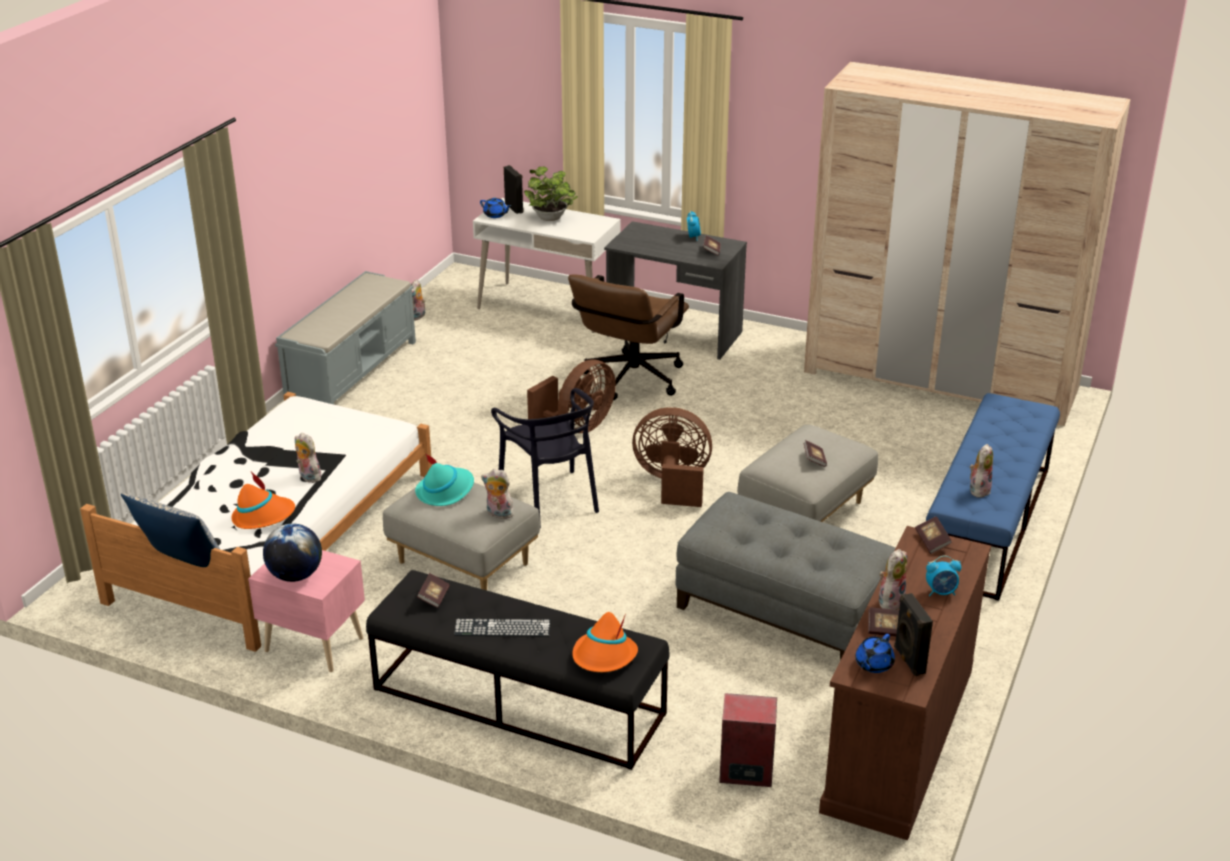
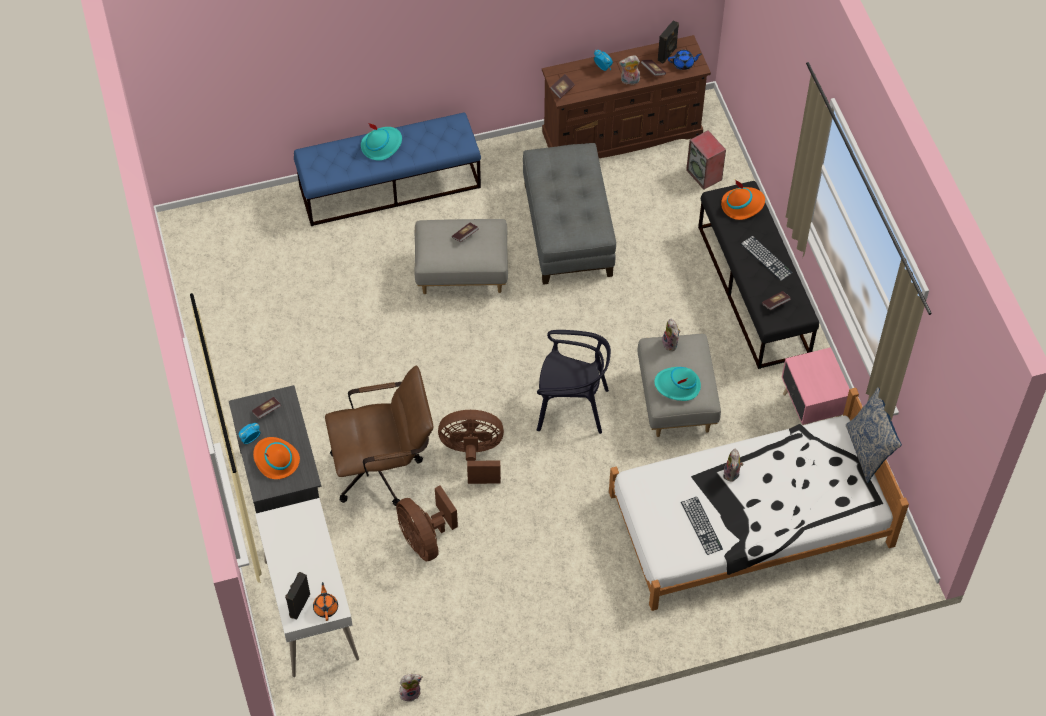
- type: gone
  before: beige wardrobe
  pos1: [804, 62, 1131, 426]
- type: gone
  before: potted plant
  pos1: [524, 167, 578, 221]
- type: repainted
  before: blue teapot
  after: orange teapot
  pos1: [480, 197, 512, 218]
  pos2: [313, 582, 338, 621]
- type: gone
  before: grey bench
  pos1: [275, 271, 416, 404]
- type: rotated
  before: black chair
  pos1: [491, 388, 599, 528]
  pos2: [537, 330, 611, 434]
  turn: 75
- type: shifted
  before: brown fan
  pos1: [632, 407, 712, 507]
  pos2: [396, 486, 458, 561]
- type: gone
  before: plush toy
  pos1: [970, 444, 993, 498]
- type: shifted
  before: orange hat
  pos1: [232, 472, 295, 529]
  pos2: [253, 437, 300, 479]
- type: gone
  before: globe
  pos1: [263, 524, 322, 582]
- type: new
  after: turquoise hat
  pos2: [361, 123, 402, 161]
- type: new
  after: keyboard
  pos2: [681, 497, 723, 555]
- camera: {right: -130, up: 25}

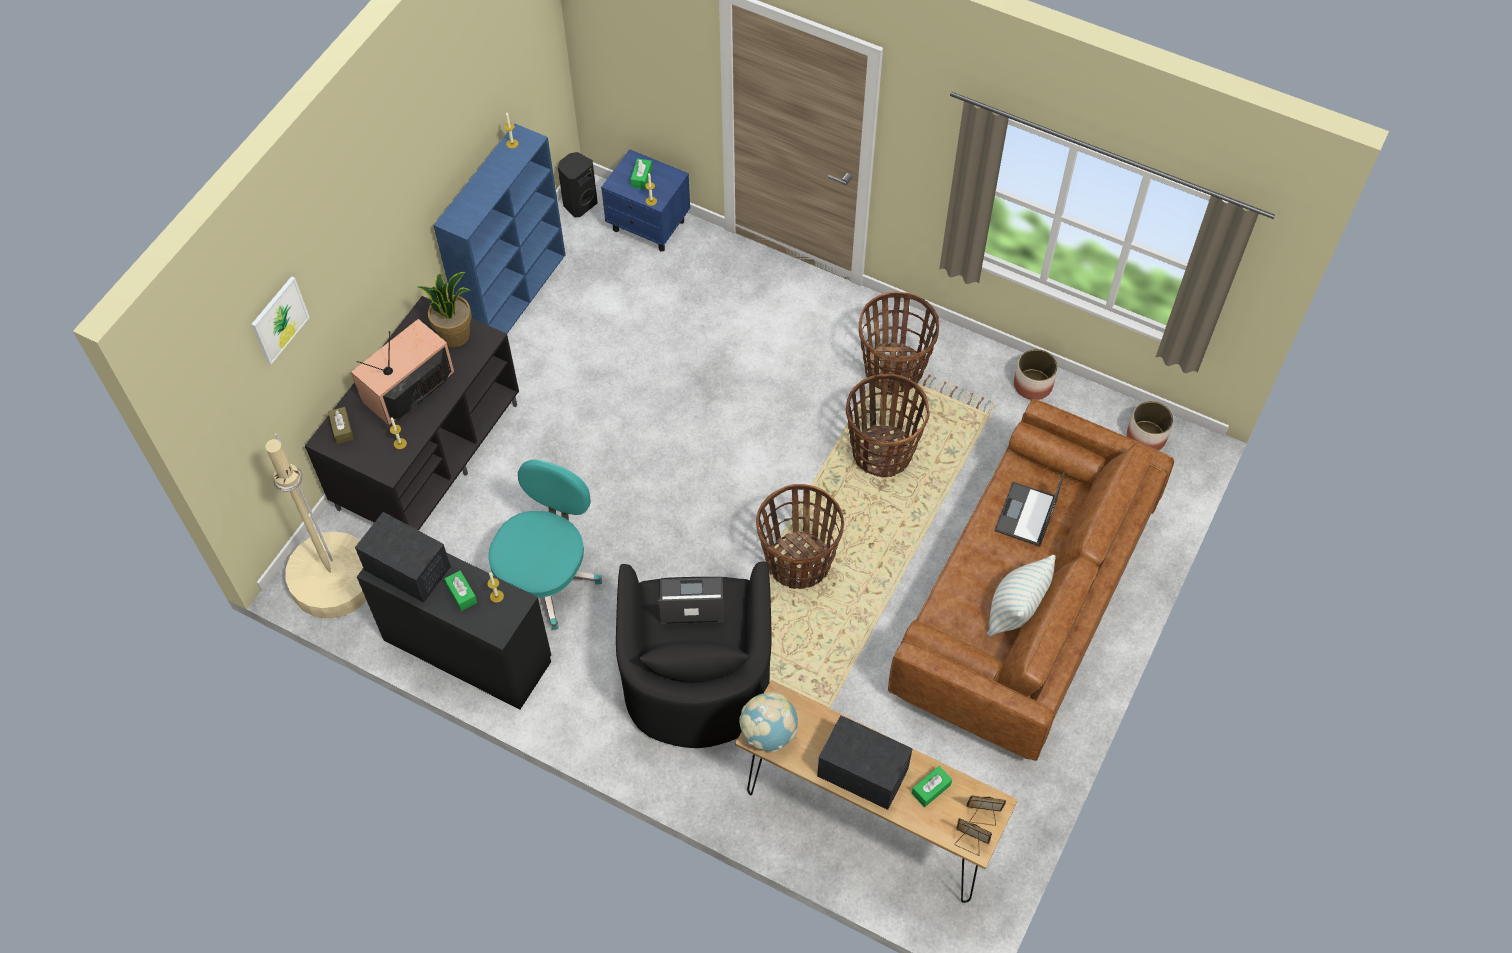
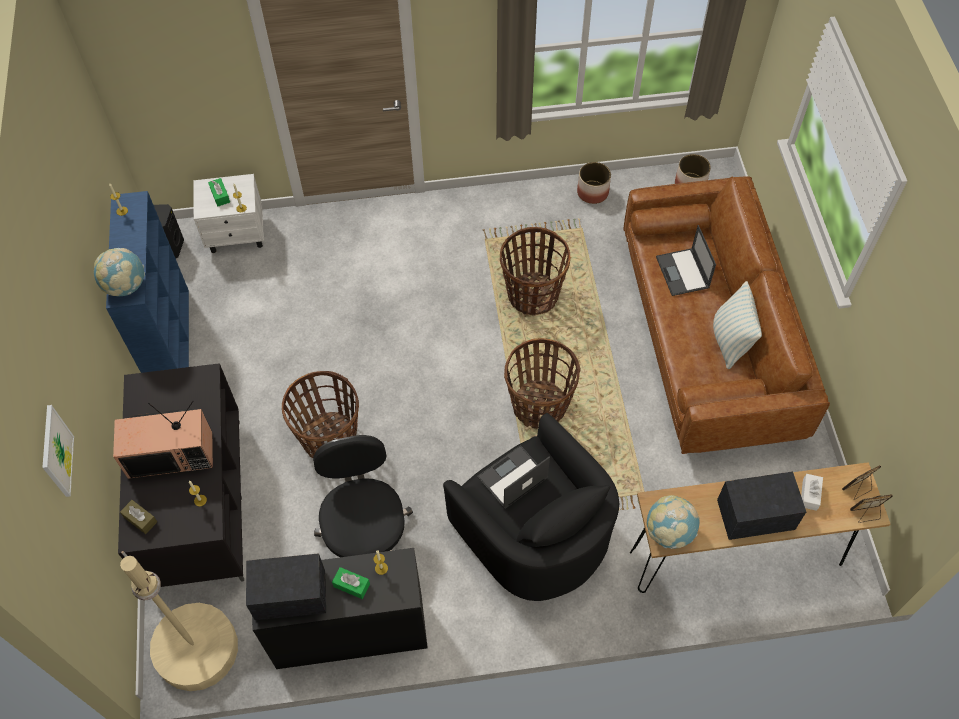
- type: repainted
  before: blue nightstand
  after: white nightstand
  pos1: [601, 149, 690, 251]
  pos2: [193, 174, 264, 253]
- type: gone
  before: potted plant
  pos1: [417, 272, 472, 348]
- type: shifted
  before: basket
  pos1: [859, 292, 939, 393]
  pos2: [282, 371, 359, 458]
- type: rotated
  before: television
  pos1: [351, 319, 454, 425]
  pos2: [113, 400, 213, 479]
  turn: -105
- type: repainted
  before: turquoise office chair
  after: black office chair
  pos1: [489, 459, 602, 630]
  pos2: [313, 435, 413, 557]
- type: repainted
  before: green tissue box
  after: white tissue box
  pos1: [912, 766, 952, 807]
  pos2: [801, 474, 823, 511]
- type: new
  after: globe
  pos2: [94, 248, 145, 296]
- camera: {right: -35, up: 0}

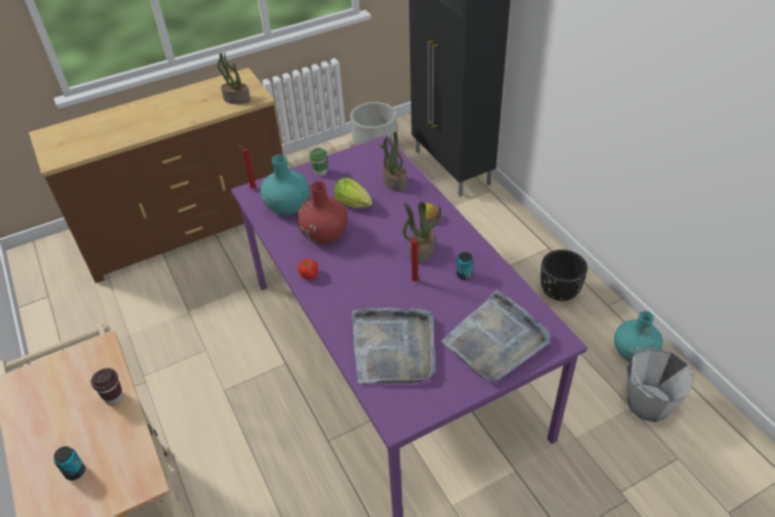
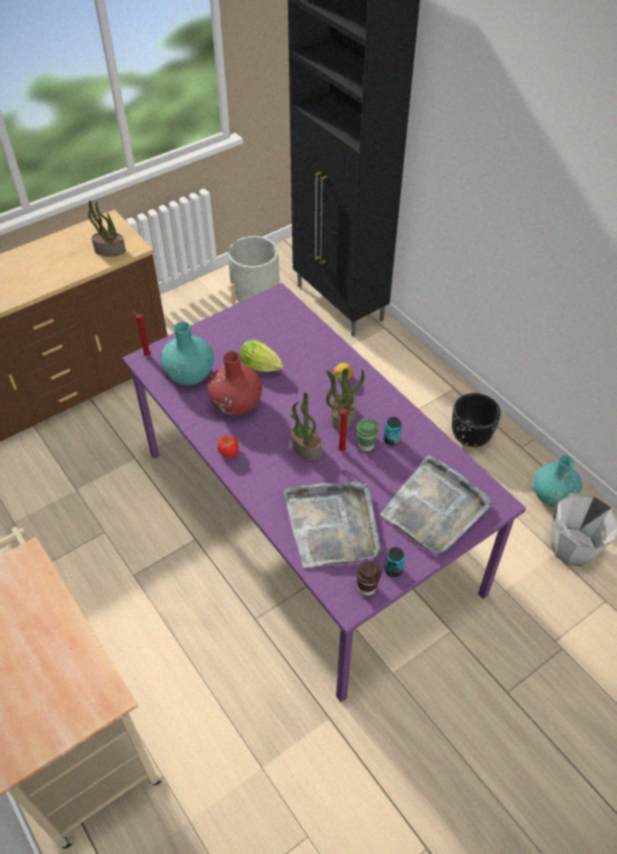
- type: shifted
  before: potted plant
  pos1: [379, 132, 407, 192]
  pos2: [291, 392, 321, 461]
- type: shifted
  before: green cup
  pos1: [309, 148, 327, 176]
  pos2: [357, 419, 379, 451]
- type: shifted
  before: brown cup
  pos1: [91, 368, 124, 405]
  pos2: [356, 560, 381, 596]
- type: shifted
  before: can
  pos1: [54, 446, 85, 480]
  pos2: [384, 547, 405, 577]
- camera: {right: -10, up: 5}

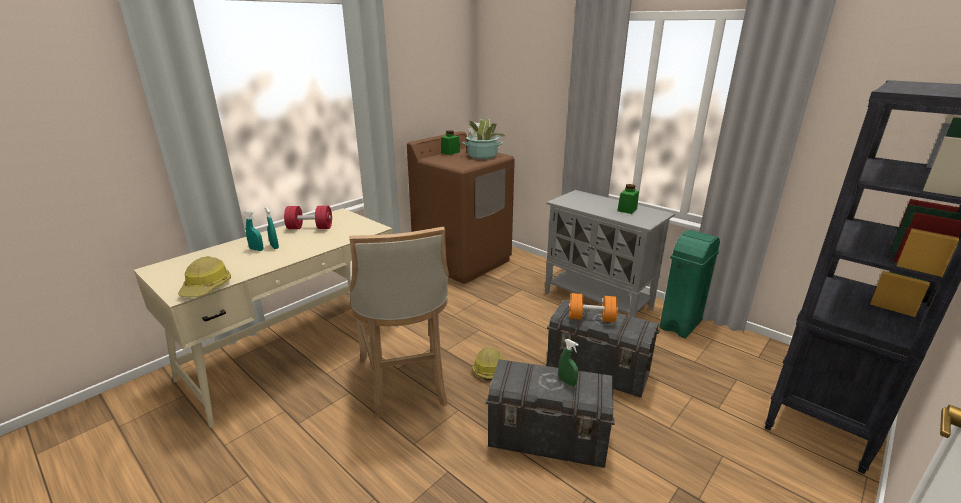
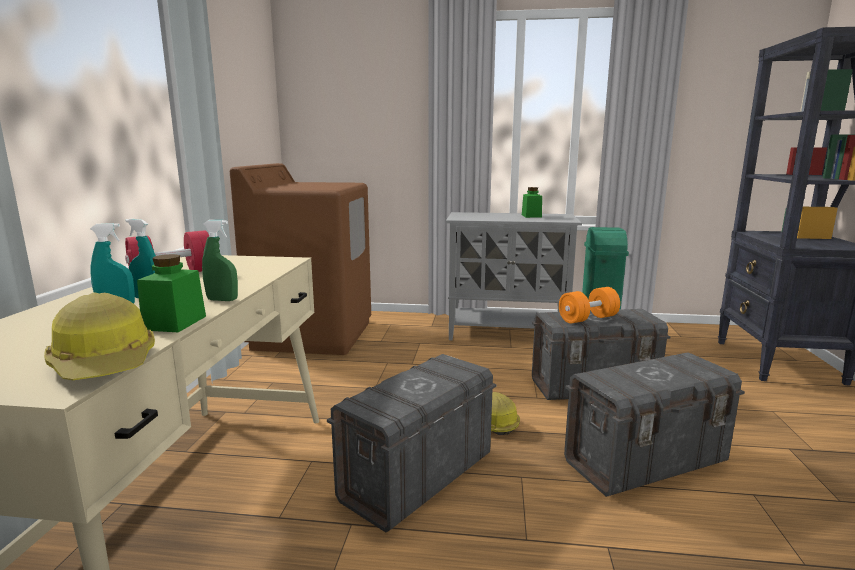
- type: gone
  before: potted plant
  pos1: [462, 119, 506, 159]
- type: shifted
  before: green jar
  pos1: [441, 130, 460, 155]
  pos2: [137, 254, 206, 332]
- type: swapped
  before: beige stool
  after: grey storage box
  pos1: [349, 227, 449, 419]
  pos2: [327, 354, 496, 532]
- type: shifted
  before: green spray bottle
  pos1: [558, 339, 579, 386]
  pos2: [202, 220, 238, 301]
- camera: {right: -35, up: -10}

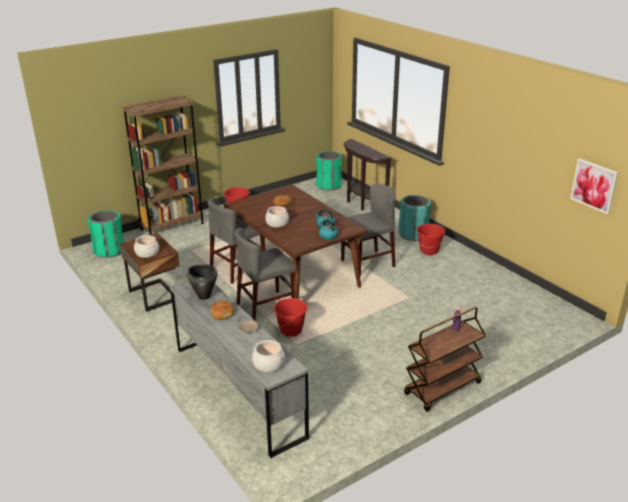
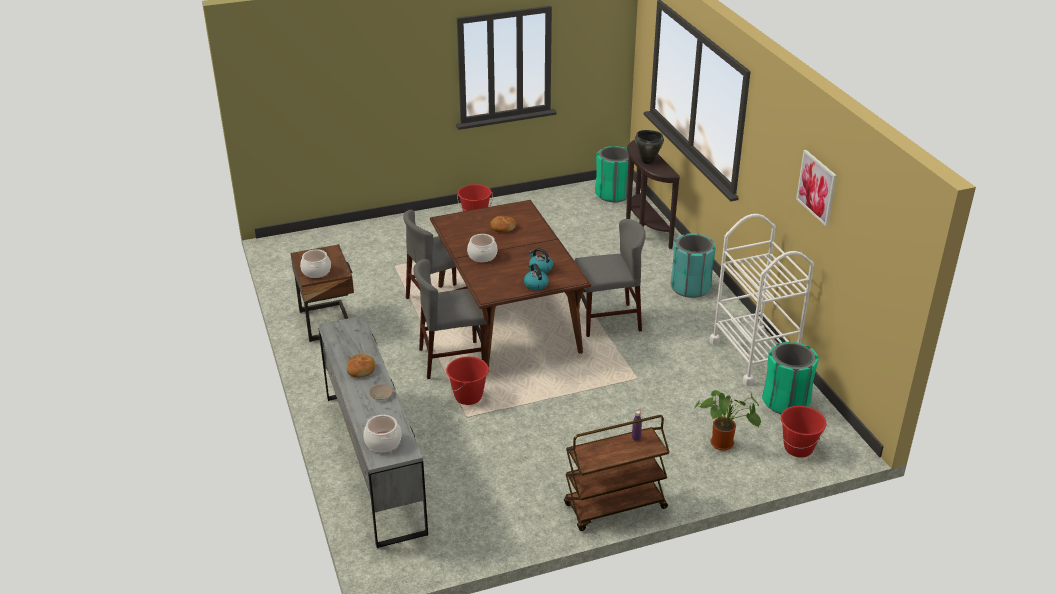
- type: gone
  before: brown bookcase
  pos1: [122, 95, 204, 235]
- type: shifted
  before: picture
  pos1: [570, 158, 618, 214]
  pos2: [796, 150, 837, 226]
- type: shifted
  before: green trash can
  pos1: [87, 210, 124, 258]
  pos2: [762, 342, 819, 414]
- type: shifted
  before: red bucket
  pos1: [416, 224, 445, 255]
  pos2: [779, 406, 827, 457]
- type: shifted
  before: black cooking pot
  pos1: [187, 264, 218, 300]
  pos2: [635, 130, 664, 164]
- type: new
  after: white cart
  pos2: [710, 214, 814, 386]
- type: new
  after: potted plant
  pos2: [694, 390, 761, 451]
- camera: {right: 15, up: 5}

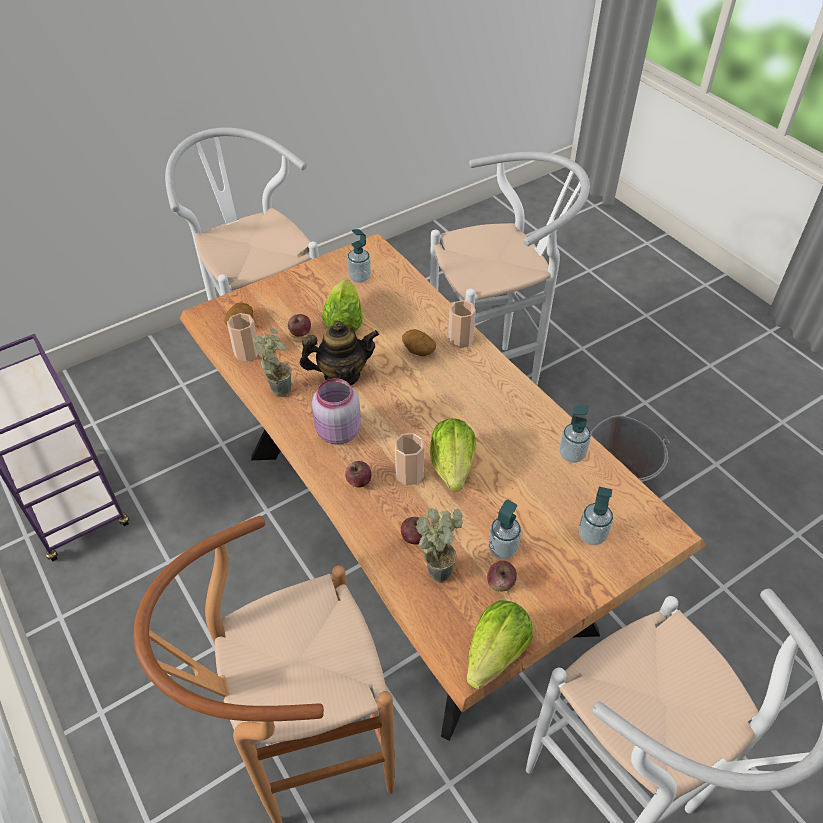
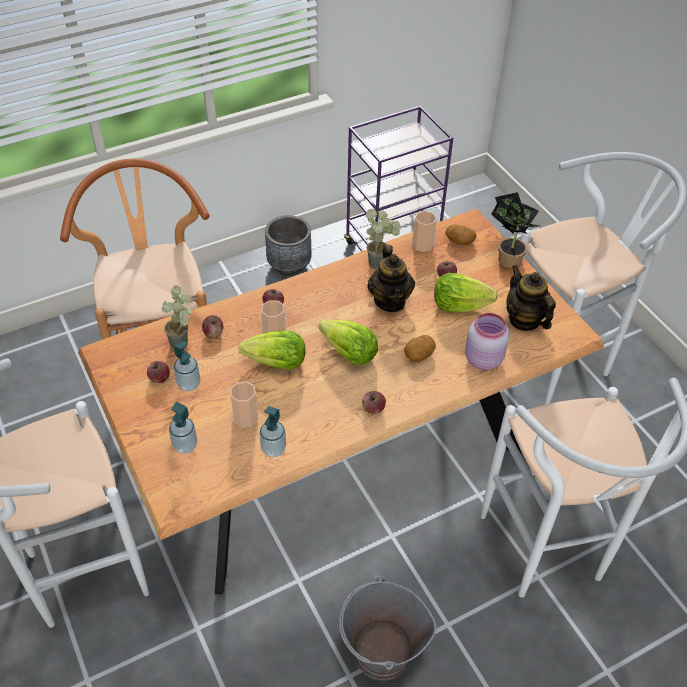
- type: swapped
  before: soap dispenser
  after: teapot
  pos1: [347, 229, 371, 283]
  pos2: [506, 265, 556, 331]
- type: shifted
  before: cup
  pos1: [448, 300, 476, 348]
  pos2: [230, 382, 258, 428]
- type: shifted
  before: pink jar
  pos1: [312, 378, 361, 445]
  pos2: [465, 313, 510, 370]
- type: shifted
  before: lettuce
  pos1: [466, 600, 533, 689]
  pos2: [319, 320, 378, 365]
- type: new
  after: potted plant
  pos2: [491, 192, 540, 268]
- type: new
  after: grey planter
  pos2: [265, 215, 311, 276]
- type: new
  after: apple
  pos2: [362, 391, 386, 414]
- camera: {right: 95, up: 0}

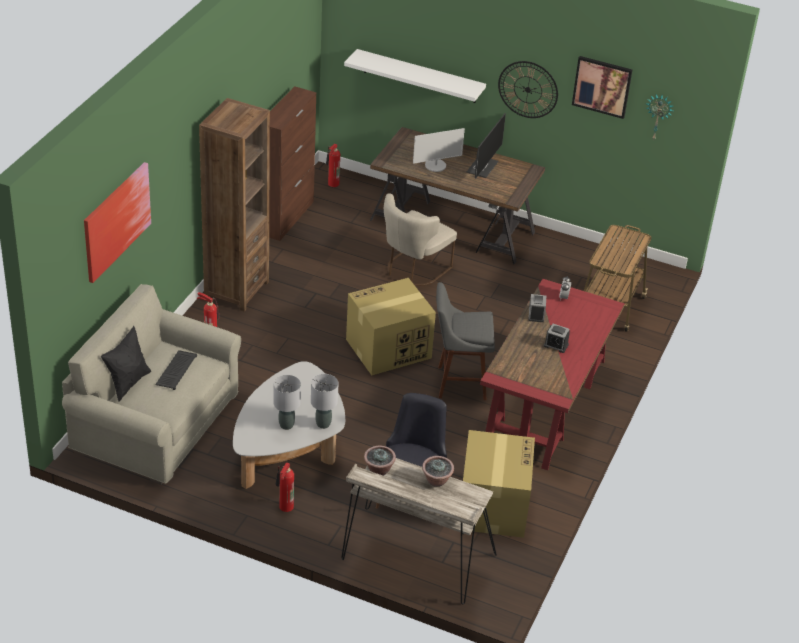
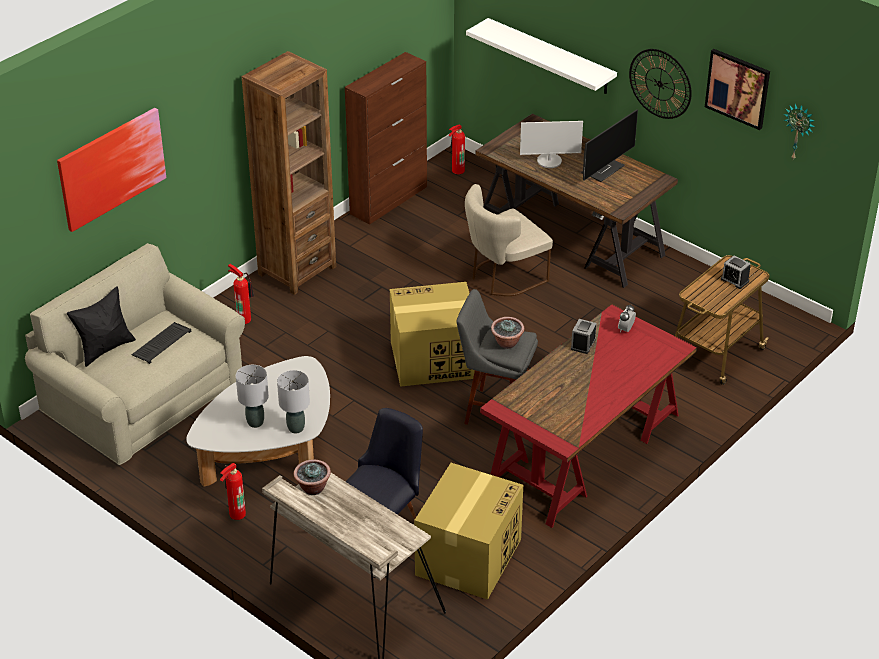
- type: shifted
  before: alarm clock
  pos1: [544, 324, 570, 353]
  pos2: [721, 256, 751, 289]
- type: shifted
  before: potted plant
  pos1: [422, 456, 454, 487]
  pos2: [491, 317, 524, 349]
- camera: {right: 20, up: 0}

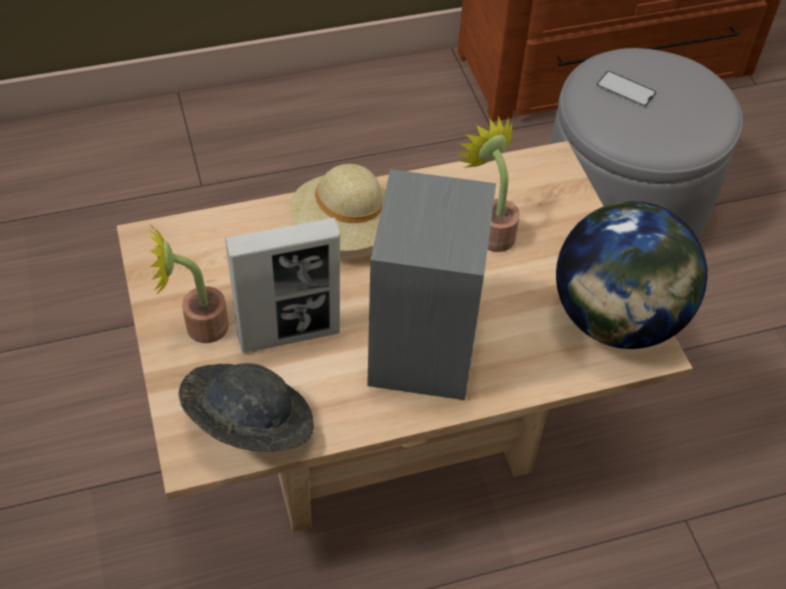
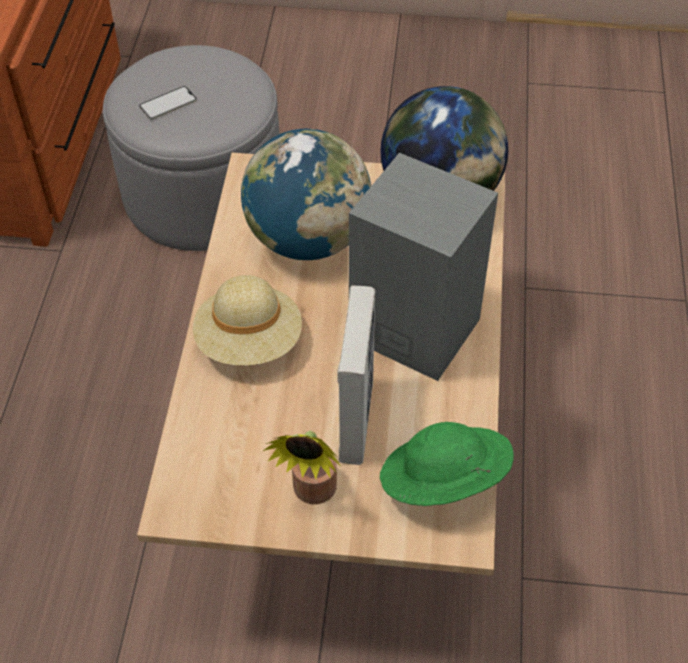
- type: swapped
  before: potted plant
  after: globe
  pos1: [456, 116, 520, 252]
  pos2: [241, 129, 371, 260]
- type: repainted
  before: grey hat
  after: green hat
  pos1: [178, 363, 314, 451]
  pos2: [380, 422, 514, 506]
- camera: {right: -65, up: 0}

